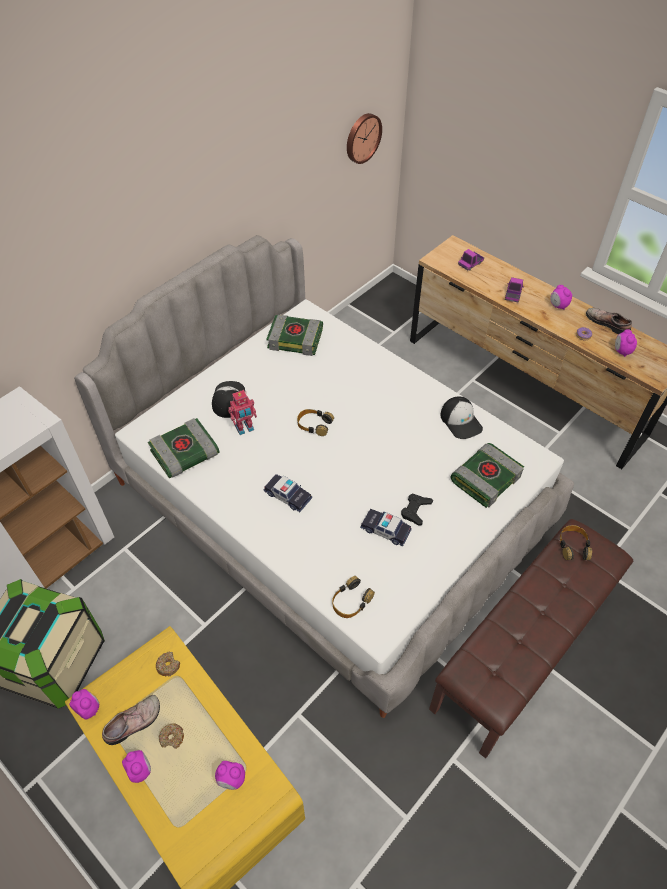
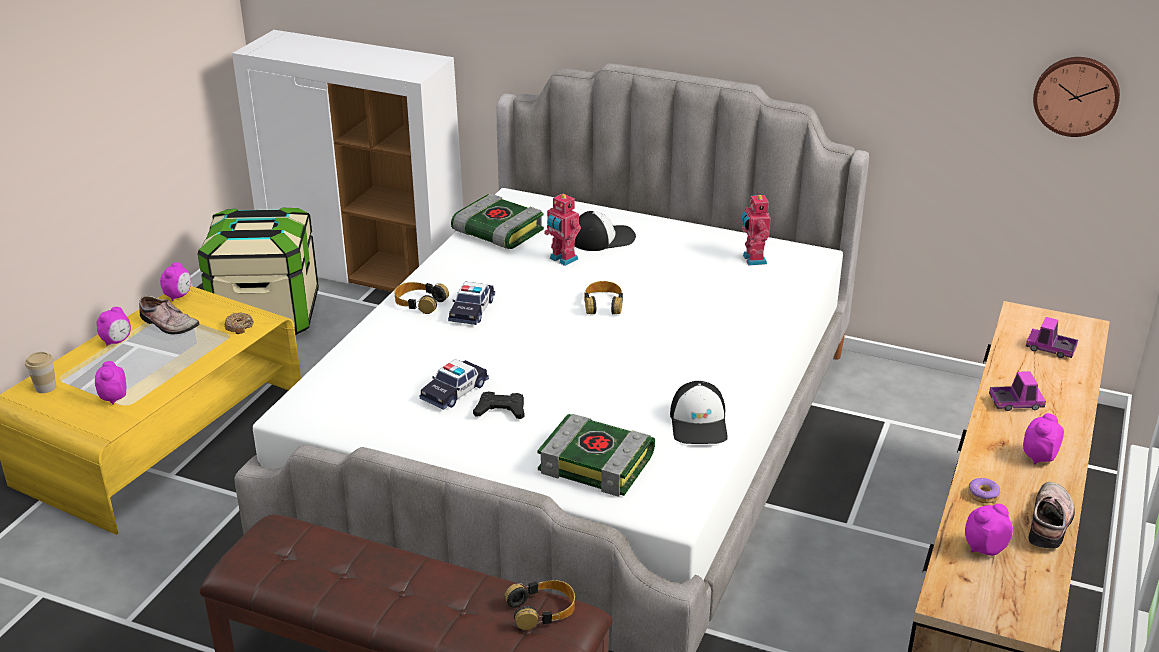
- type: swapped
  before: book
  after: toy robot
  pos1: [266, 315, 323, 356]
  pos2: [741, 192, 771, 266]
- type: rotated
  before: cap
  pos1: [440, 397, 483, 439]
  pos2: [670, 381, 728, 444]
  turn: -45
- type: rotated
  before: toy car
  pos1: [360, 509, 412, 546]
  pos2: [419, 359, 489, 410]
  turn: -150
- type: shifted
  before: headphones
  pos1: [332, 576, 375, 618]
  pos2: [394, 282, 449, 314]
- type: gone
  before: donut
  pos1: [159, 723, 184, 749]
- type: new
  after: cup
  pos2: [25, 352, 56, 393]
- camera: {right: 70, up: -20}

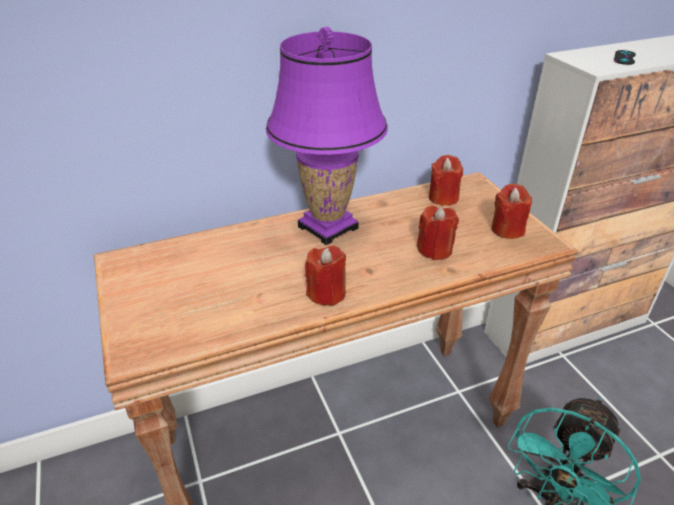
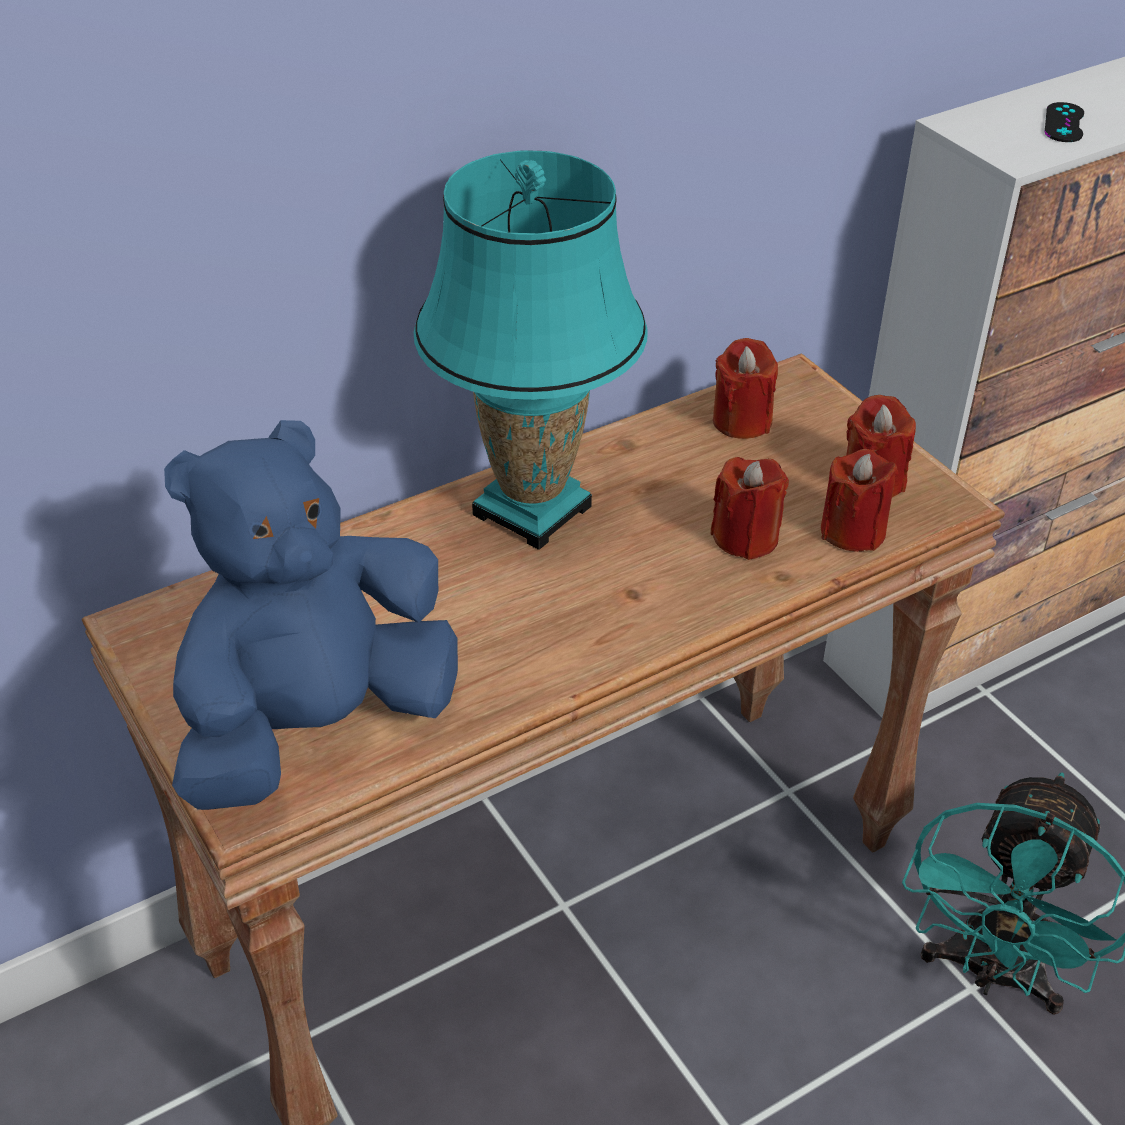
- type: repainted
  before: purple table lamp
  after: turquoise table lamp
  pos1: [266, 27, 388, 245]
  pos2: [414, 150, 648, 550]
- type: shifted
  before: red candle
  pos1: [305, 245, 346, 306]
  pos2: [821, 449, 898, 552]
- type: new
  after: blue plush toy
  pos2: [164, 420, 458, 810]
- camera: {right: -10, up: 5}

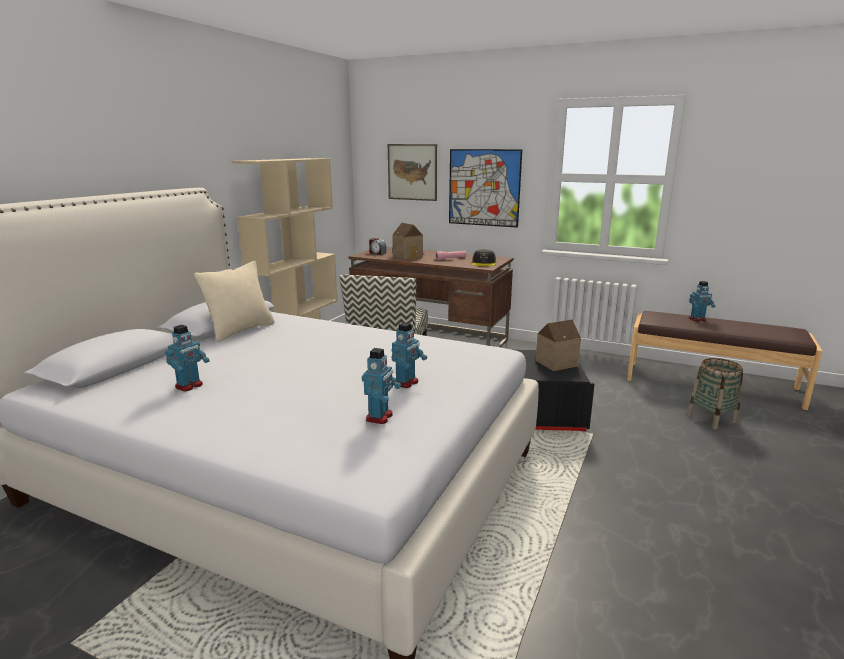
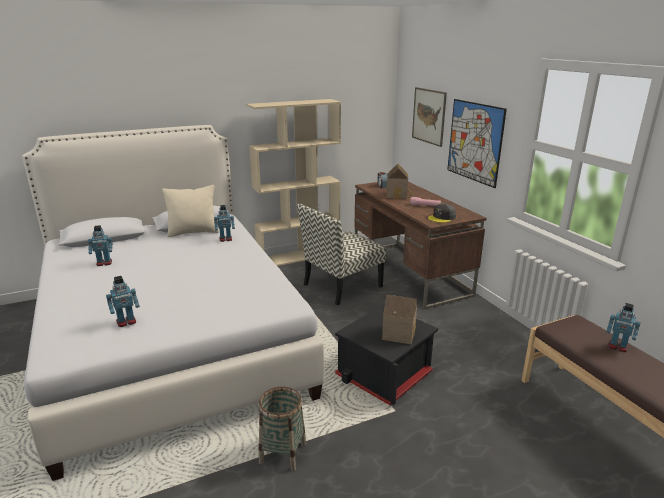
- type: shifted
  before: toy robot
  pos1: [391, 322, 427, 388]
  pos2: [214, 205, 235, 242]
- type: shifted
  before: basket
  pos1: [687, 358, 743, 429]
  pos2: [259, 386, 306, 471]
- camera: {right: 40, up: 5}

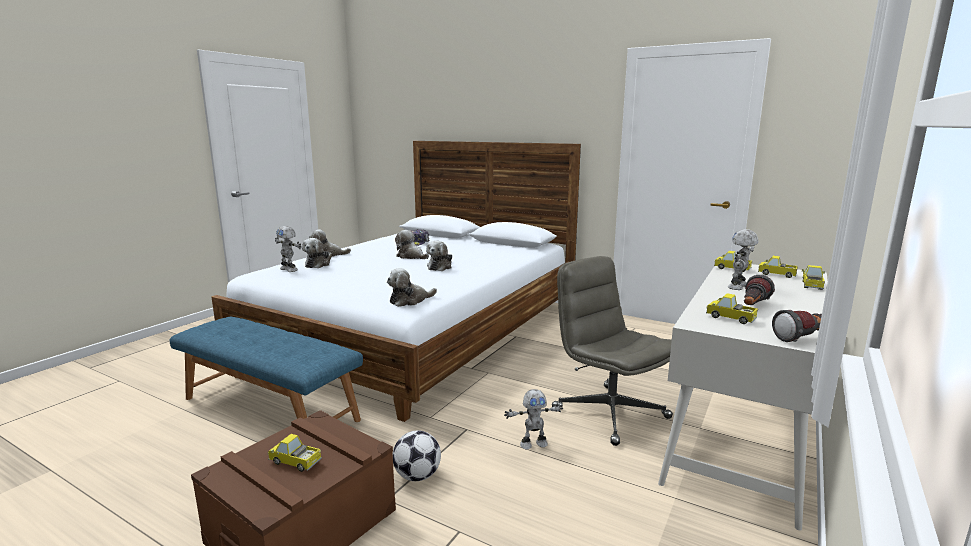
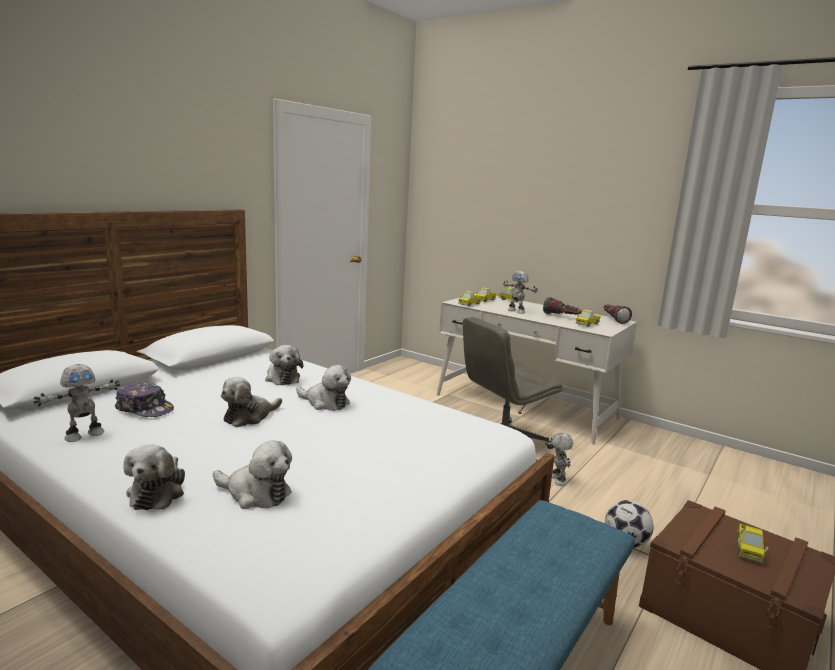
- type: shifted
  before: toy robot
  pos1: [275, 226, 302, 272]
  pos2: [33, 364, 120, 442]
- type: shifted
  before: plush toy
  pos1: [387, 268, 437, 307]
  pos2: [265, 345, 303, 385]
- camera: {right: -85, up: 0}

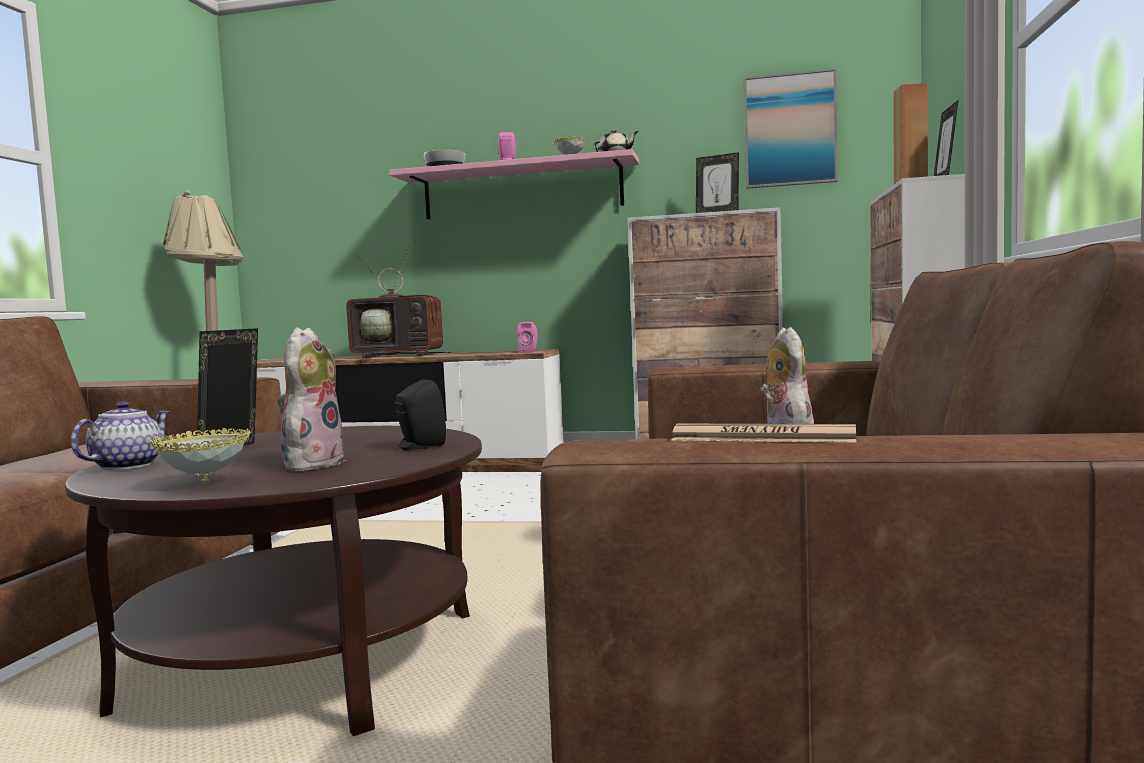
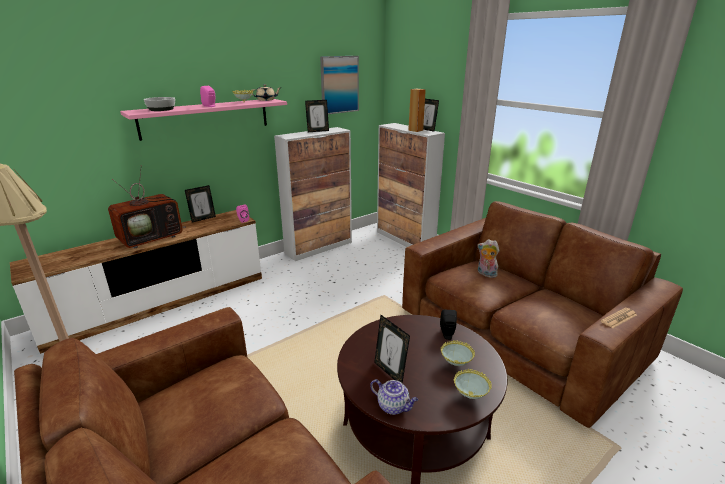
- type: swapped
  before: plush toy
  after: bowl
  pos1: [277, 327, 346, 471]
  pos2: [441, 340, 475, 366]
- type: rotated
  before: teapot
  pos1: [71, 401, 170, 470]
  pos2: [370, 379, 418, 415]
  turn: 150
- type: new
  after: picture frame
  pos2: [185, 185, 216, 222]
- camera: {right: -50, up: 20}

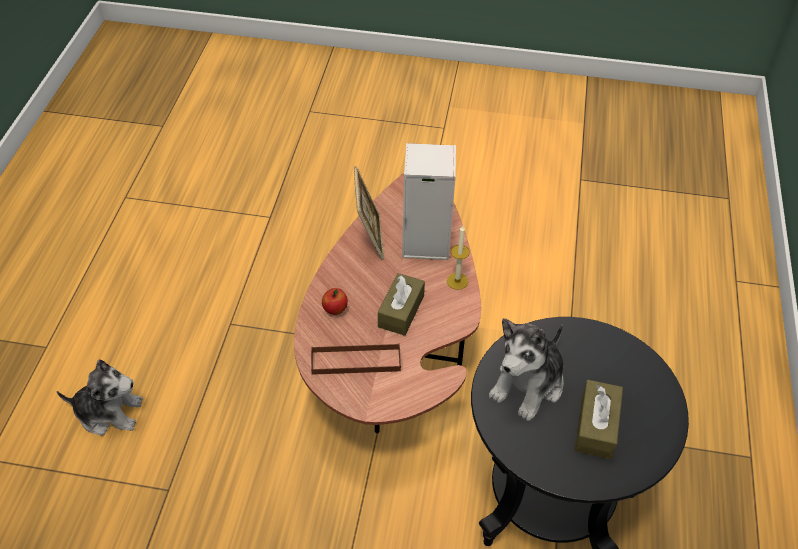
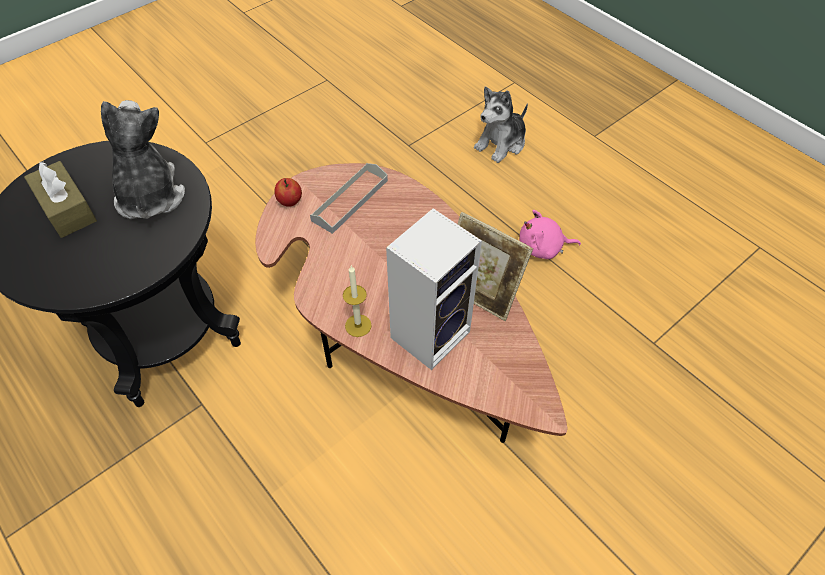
- type: gone
  before: brown tissue box
  pos1: [378, 273, 425, 336]
- type: shifted
  before: apple
  pos1: [322, 288, 348, 315]
  pos2: [274, 178, 302, 207]
- type: repainted
  before: brown tray
  after: grey tray
  pos1: [311, 344, 401, 375]
  pos2: [310, 163, 388, 234]
- type: new
  after: pink plush toy
  pos2: [519, 210, 581, 259]
- camera: {right: 130, up: 5}

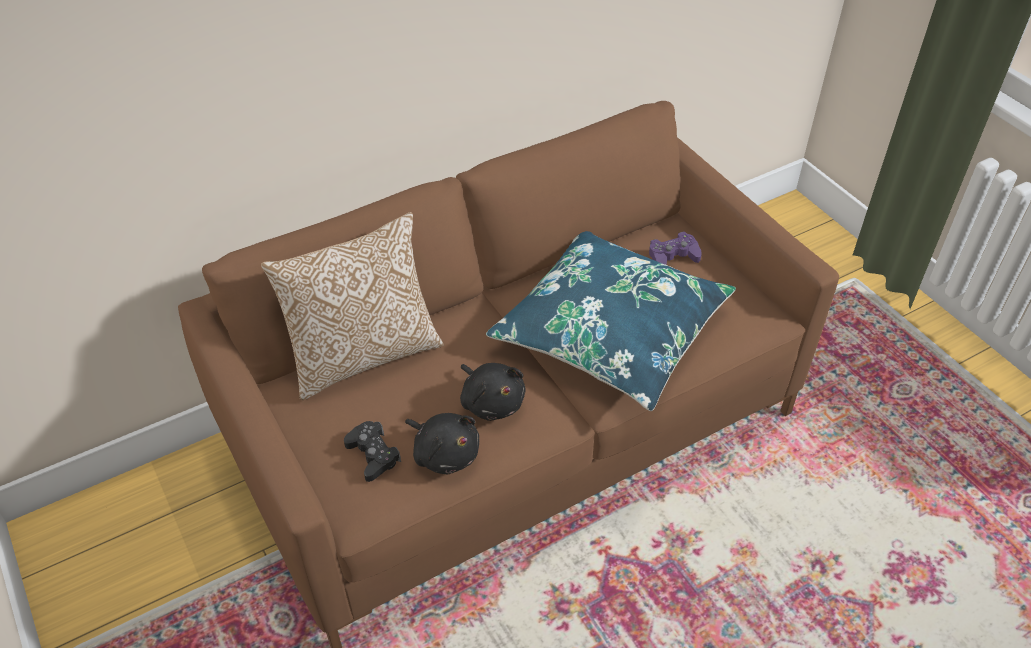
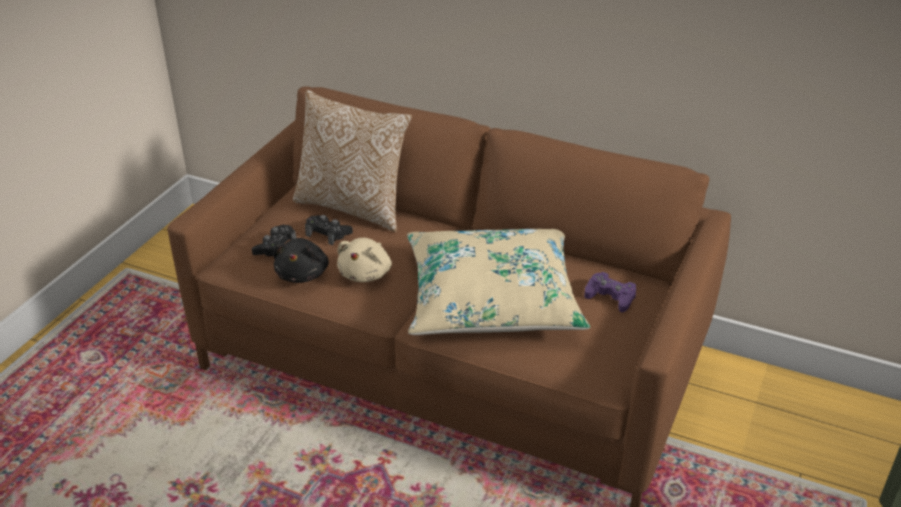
- type: repainted
  before: blue pillow
  after: beige pillow
  pos1: [486, 231, 736, 411]
  pos2: [407, 229, 590, 335]
- type: repainted
  before: black plush toy
  after: beige plush toy
  pos1: [460, 363, 526, 421]
  pos2: [337, 238, 392, 282]
- type: new
  after: black game controller
  pos2: [305, 215, 353, 245]
- camera: {right: 55, up: -10}

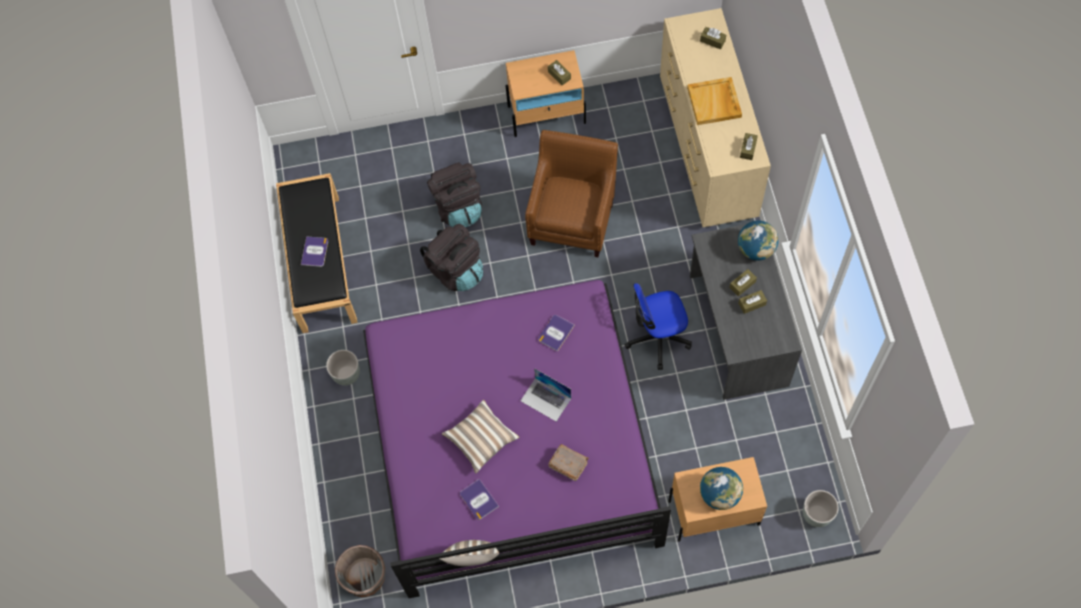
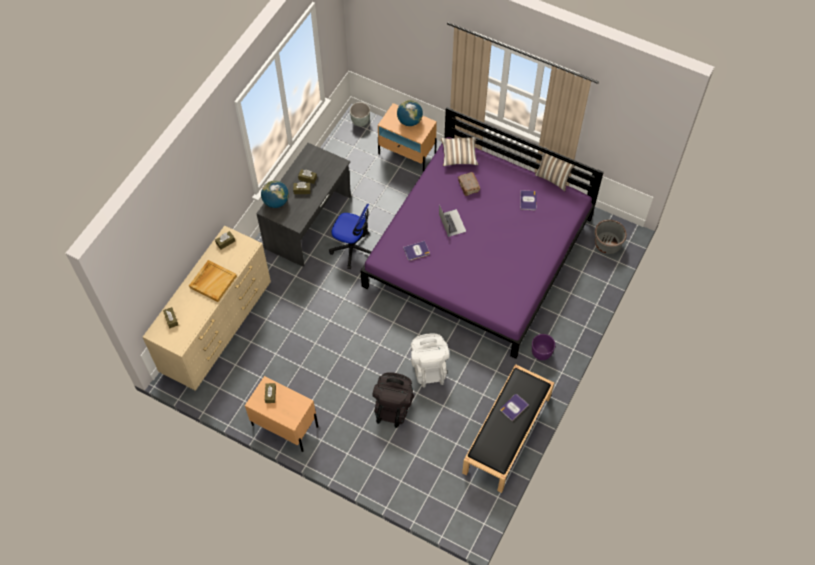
- type: gone
  before: brown armchair
  pos1: [525, 130, 618, 257]
- type: repainted
  before: black backpack
  after: white backpack
  pos1: [420, 223, 483, 291]
  pos2: [411, 333, 449, 388]
- type: repainted
  before: grey planter
  after: purple planter
  pos1: [326, 350, 360, 386]
  pos2: [532, 334, 555, 360]
- type: shifted
  before: pillow
  pos1: [442, 400, 519, 473]
  pos2: [441, 137, 479, 166]
- camera: {right: -145, up: -5}

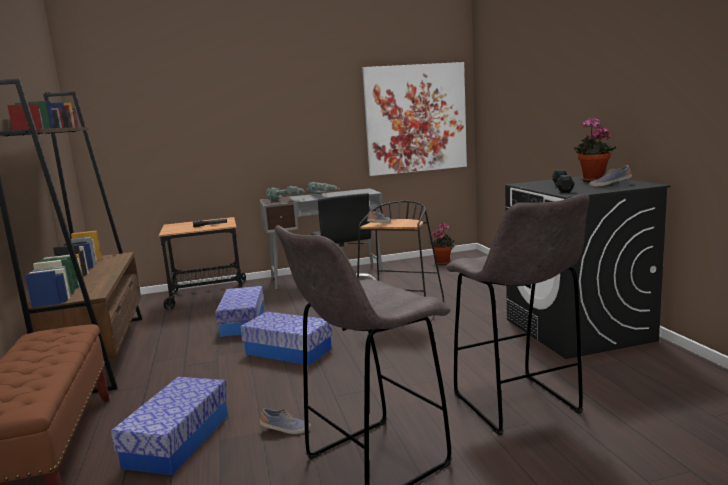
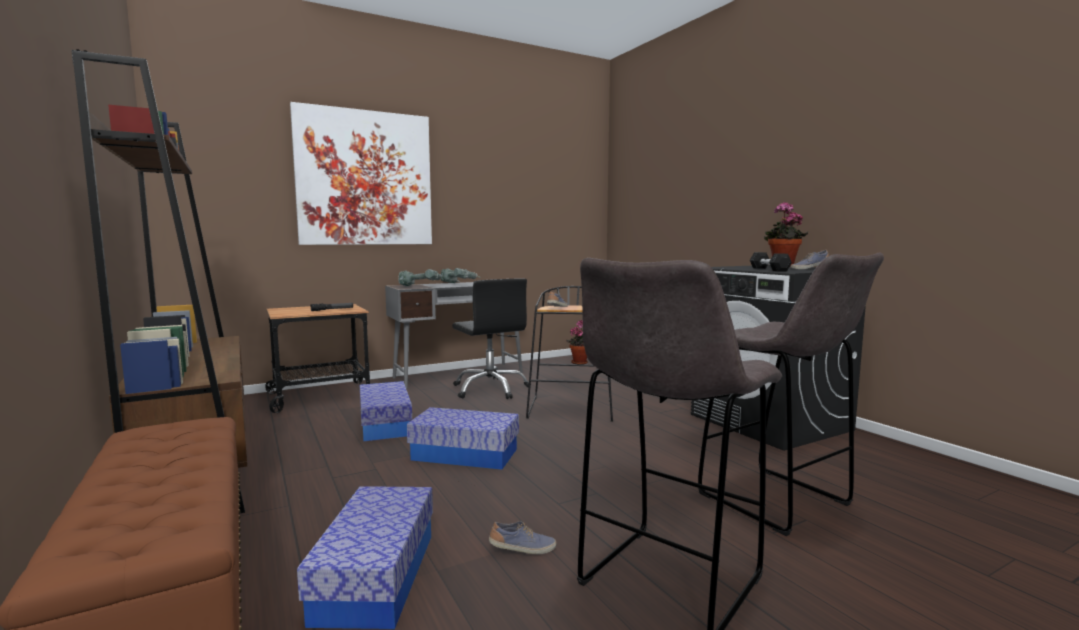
- type: shifted
  before: picture
  pos1: [362, 62, 467, 176]
  pos2: [290, 102, 432, 245]
- camera: {right: -15, up: -5}

